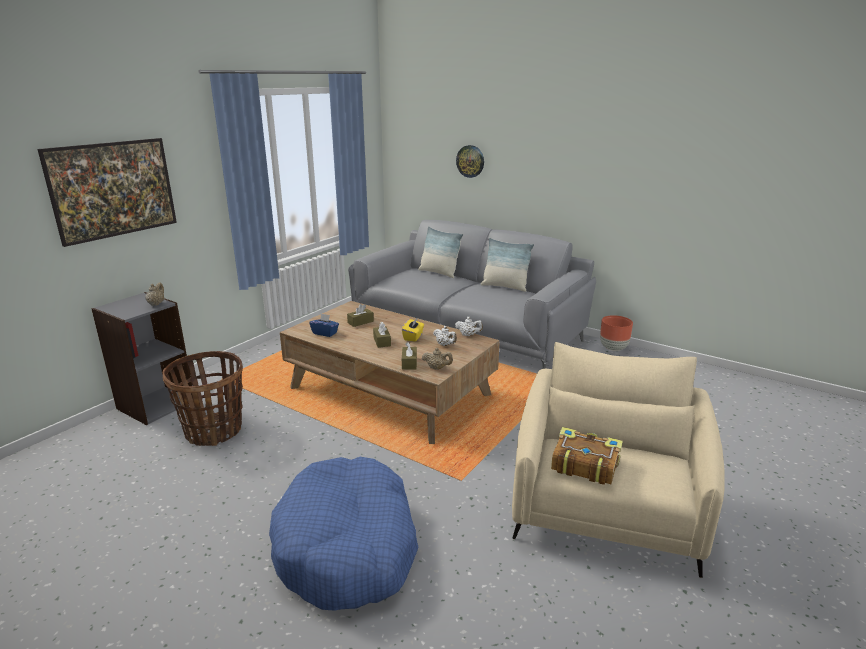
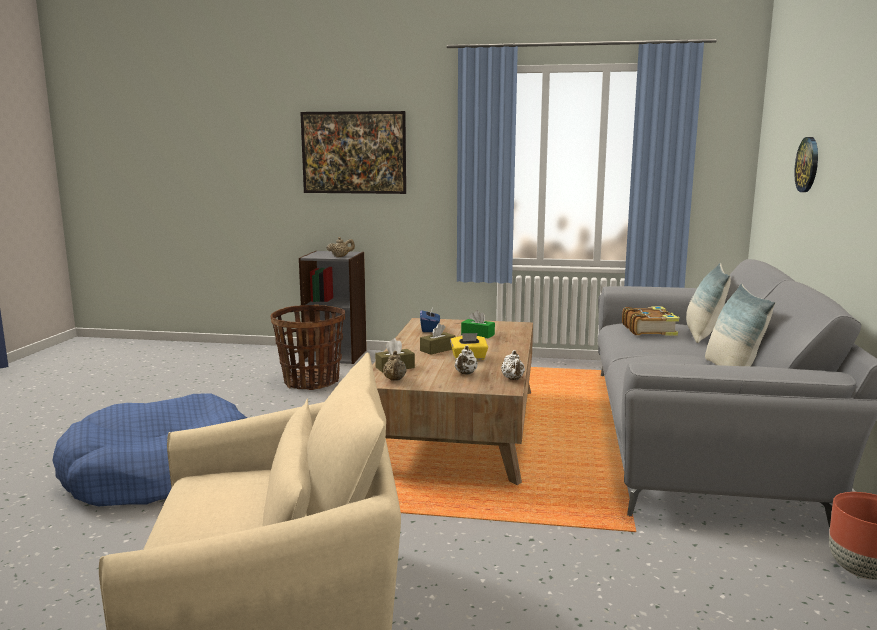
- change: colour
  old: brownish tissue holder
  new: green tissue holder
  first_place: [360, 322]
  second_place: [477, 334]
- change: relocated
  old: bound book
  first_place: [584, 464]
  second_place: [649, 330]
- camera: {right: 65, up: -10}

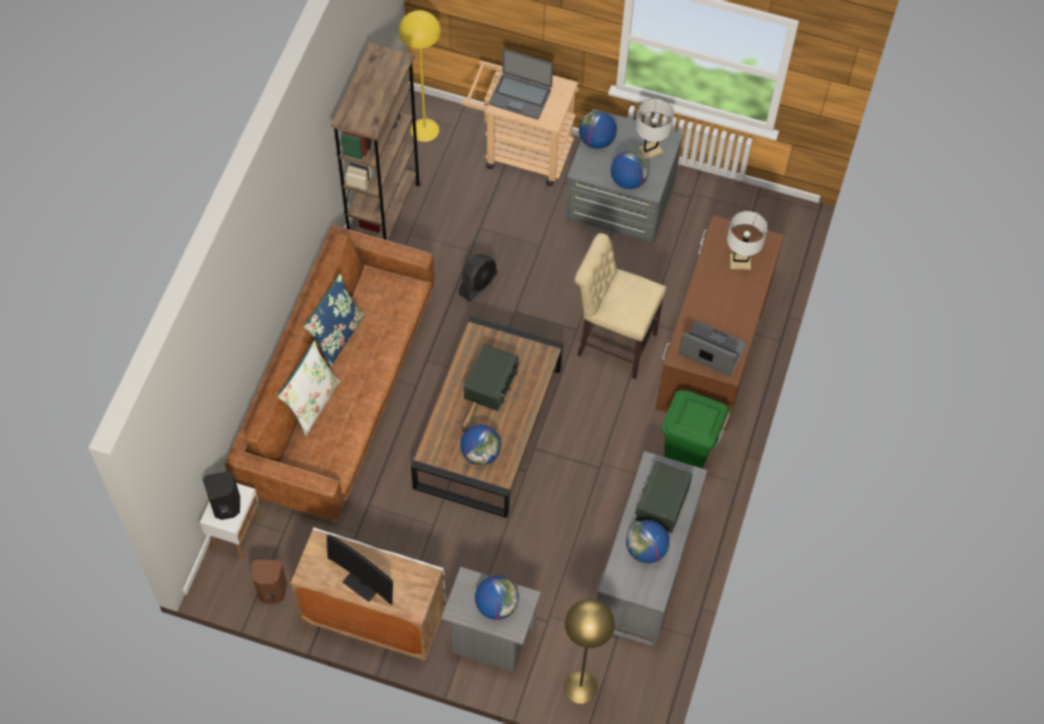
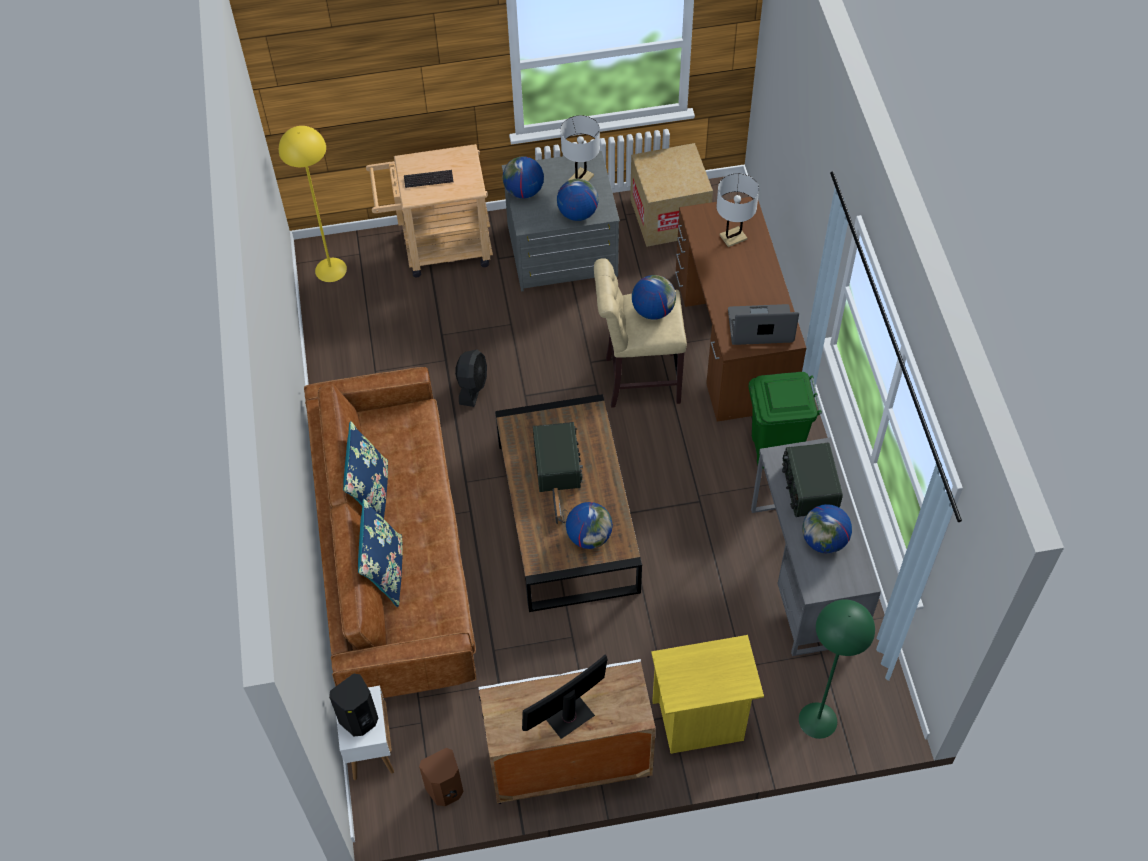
- change: missing
  old: brownish shelving unit
  first_place: [384, 215]
- change: exchanged
  old: laptop
  new: keyboard
  first_place: [520, 96]
  second_place: [428, 179]
- change: colour
  old: white-coloured cushion
  new: blue-coloured cushion
  first_place: [312, 403]
  second_place: [385, 571]
- change: spun
  old: computer display
  first_place: [364, 582]
  second_place: [568, 716]
  degrees: 135
- change: colour
  old: gray night table
  new: yellowish night table
  first_place: [490, 640]
  second_place: [700, 721]
- change: relocated
  old: globe
  first_place: [496, 605]
  second_place: [653, 310]
- change: colour
  old: yellowish standard lamp
  new: green standard lamp
  first_place: [580, 687]
  second_place: [817, 720]
- change: appeared
  new: carton
  second_place: [669, 216]
- camera: {right: -25, up: -5}

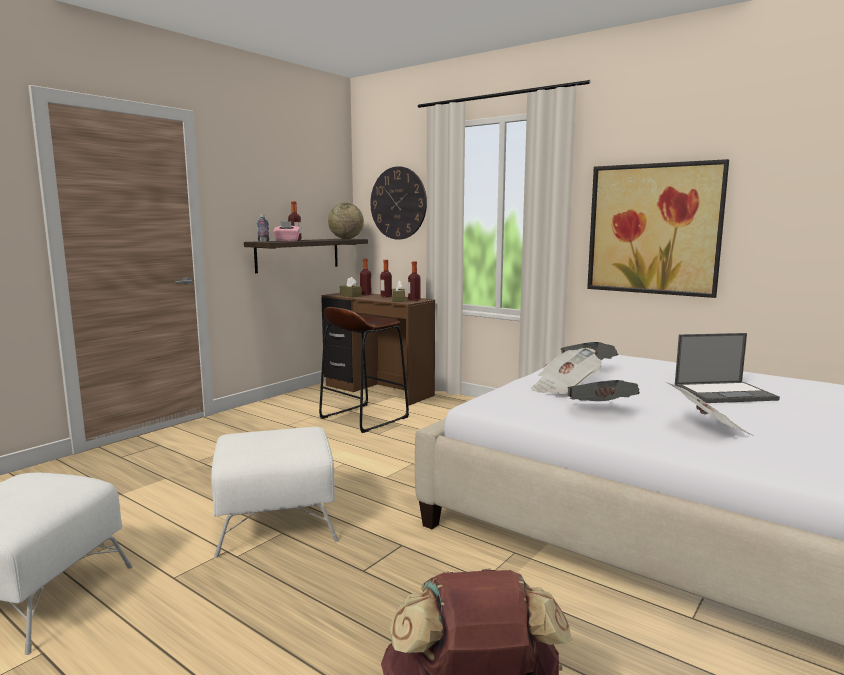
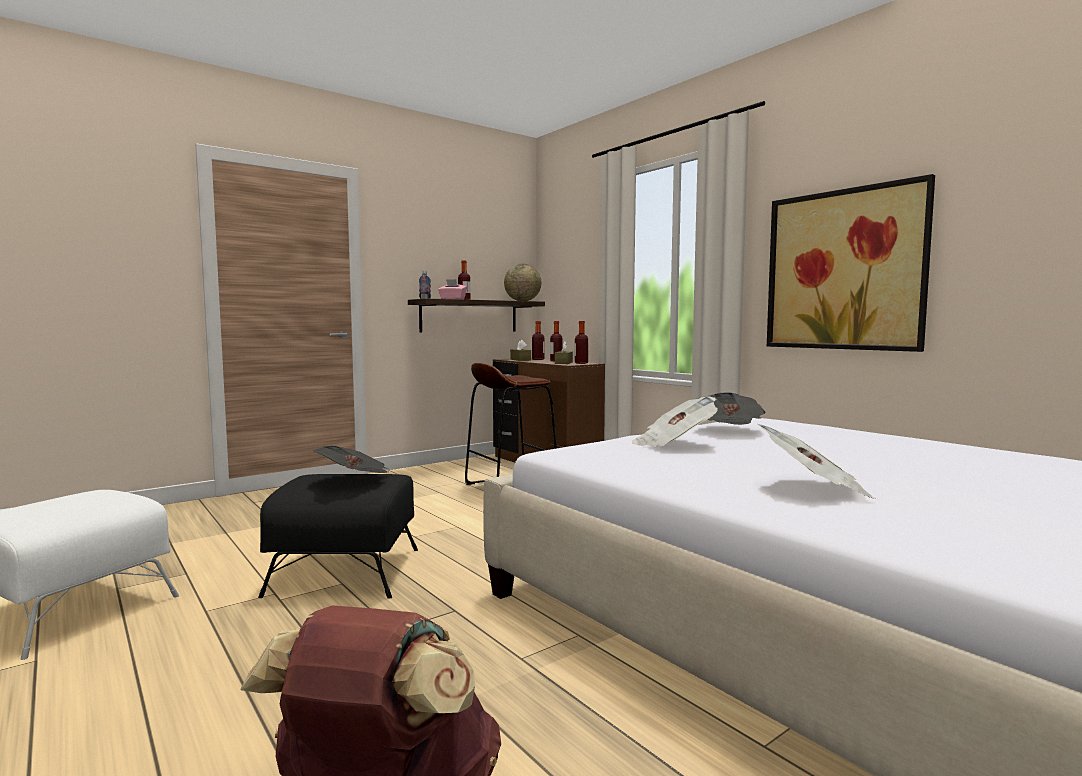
- change: missing
  old: wall clock
  first_place: [398, 203]
- change: missing
  old: laptop
  first_place: [725, 393]
- change: relocated
  old: daily paper
  first_place: [601, 411]
  second_place: [355, 480]
- change: colour
  old: white-coloured footrest
  new: black-coloured footrest
  first_place: [277, 521]
  second_place: [346, 571]
- camera: {right: 15, up: -5}

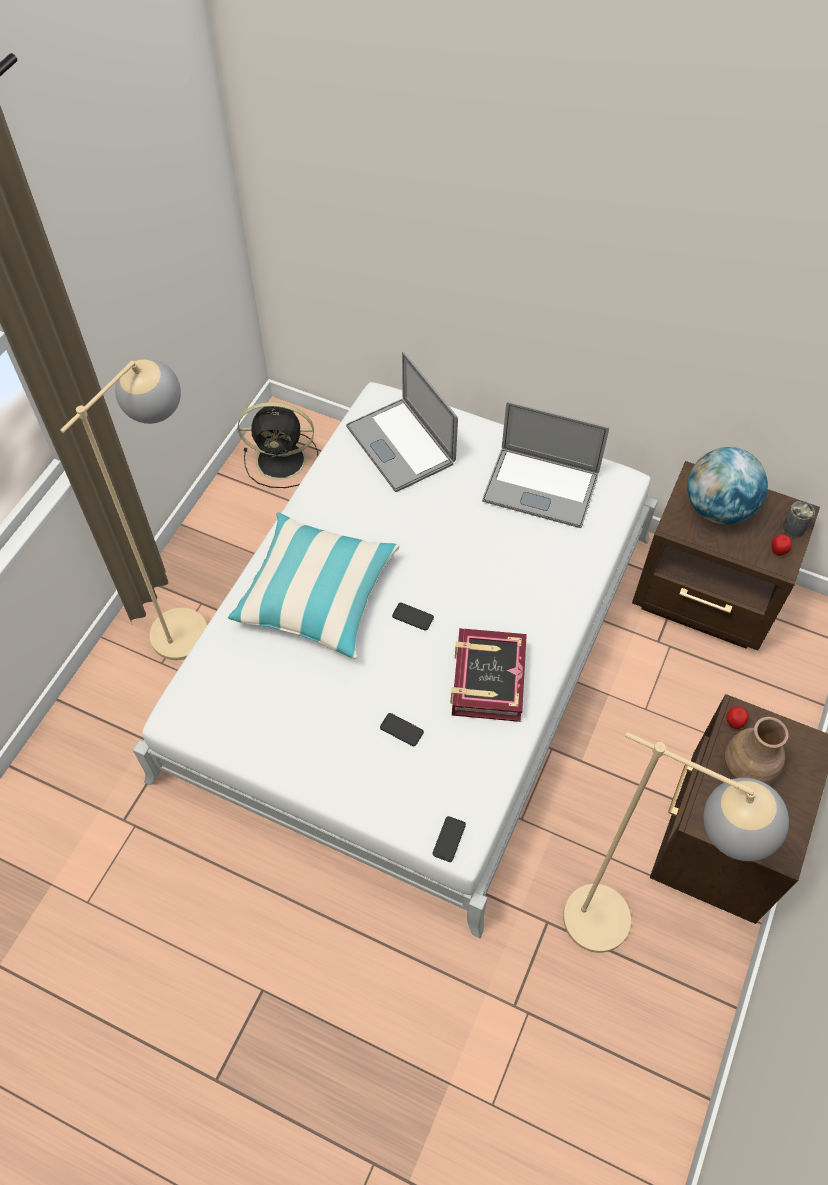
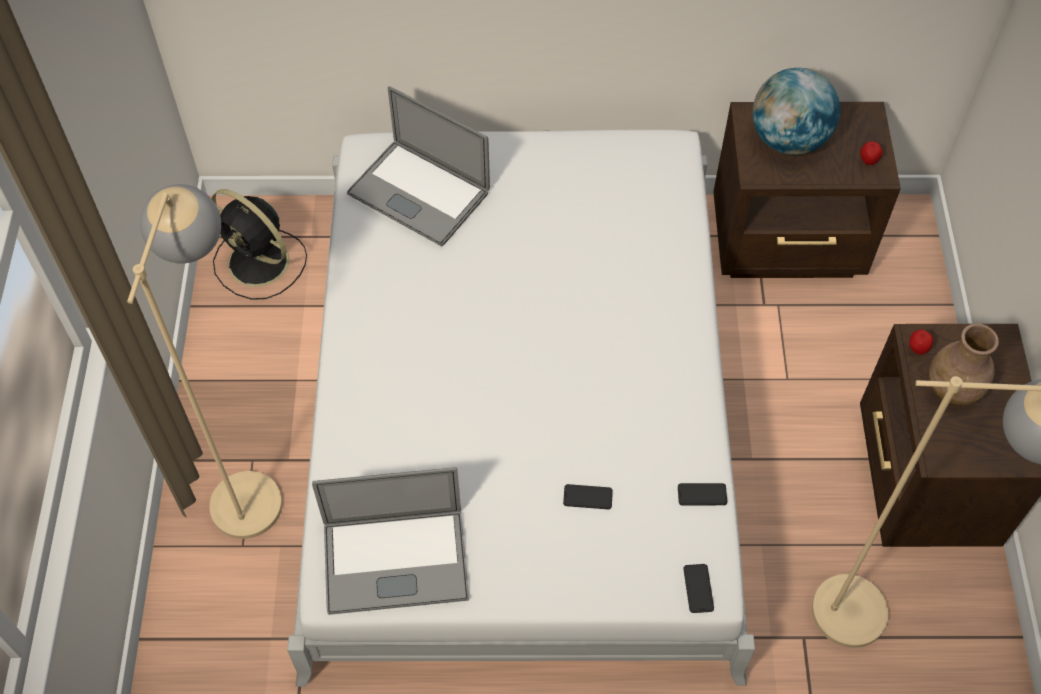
- change: spun
  old: black-coloured cooling fan
  first_place: [283, 460]
  second_place: [260, 263]
  degrees: 60
- change: relocated
  old: laptop
  first_place: [540, 487]
  second_place: [395, 561]
- change: missing
  old: sealed can
  first_place: [793, 528]
- change: missing
  old: cushion
  first_place: [317, 594]
- change: relocated
  old: telephone
  first_place: [413, 617]
  second_place: [702, 494]
- change: missing
  old: bound book
  first_place: [487, 679]
- camera: {right: -25, up: 0}

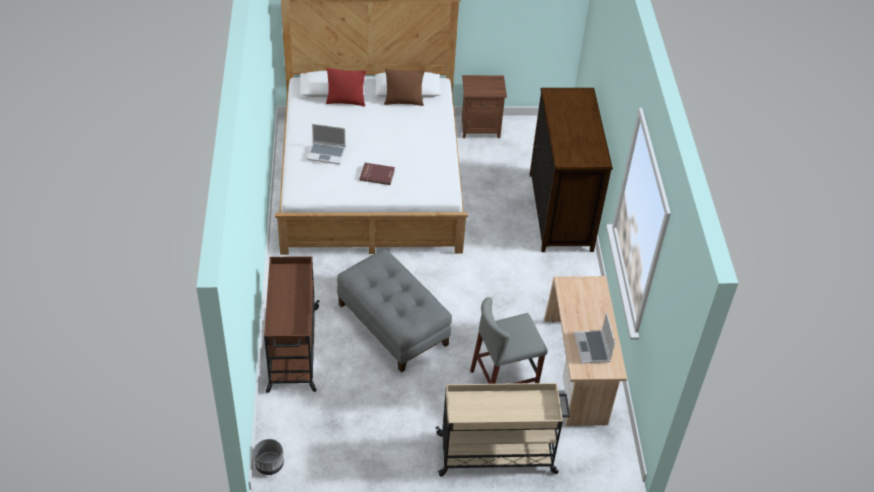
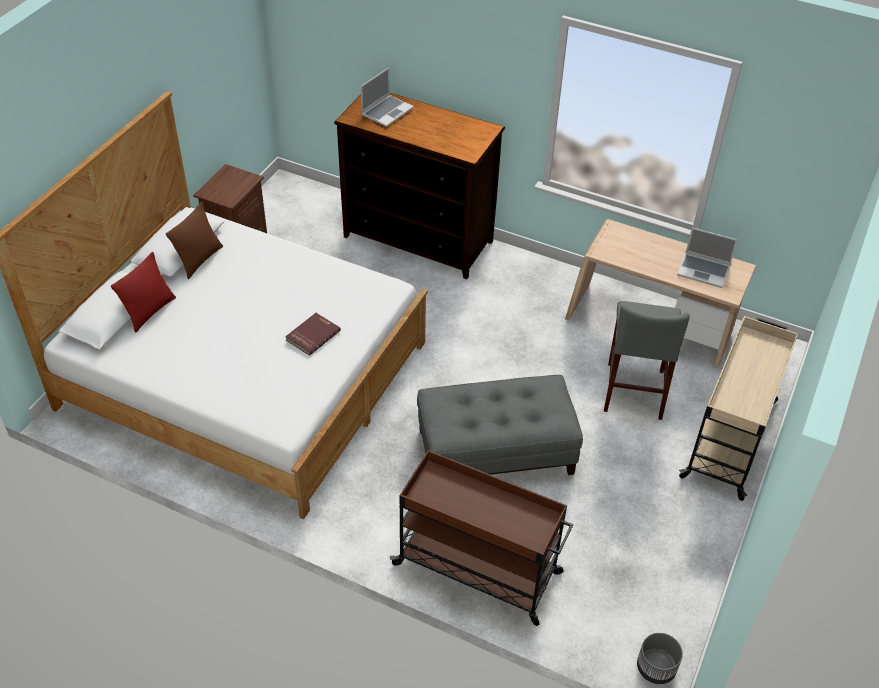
- change: relocated
  old: laptop
  first_place: [327, 154]
  second_place: [387, 111]
- camera: {right: -60, up: 0}

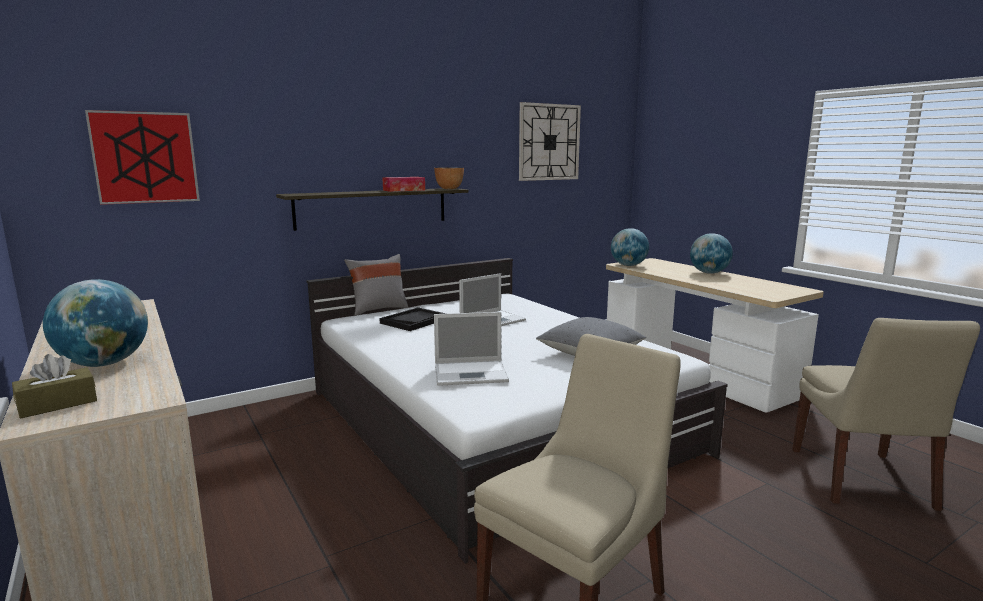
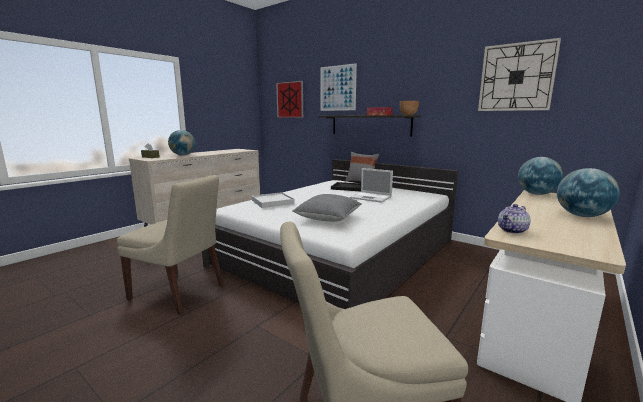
- change: exchanged
  old: laptop
  new: white-coloured tray
  first_place: [472, 373]
  second_place: [272, 202]
- change: appeared
  new: wall picture
  second_place: [337, 88]
- change: appeared
  new: tea pot
  second_place: [512, 230]
- camera: {right: 70, up: 0}

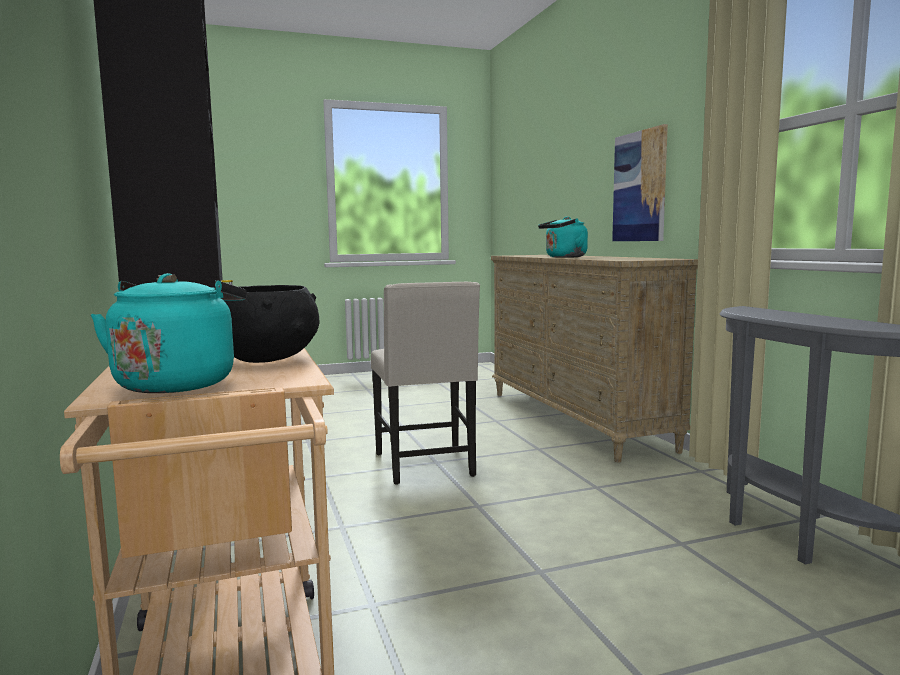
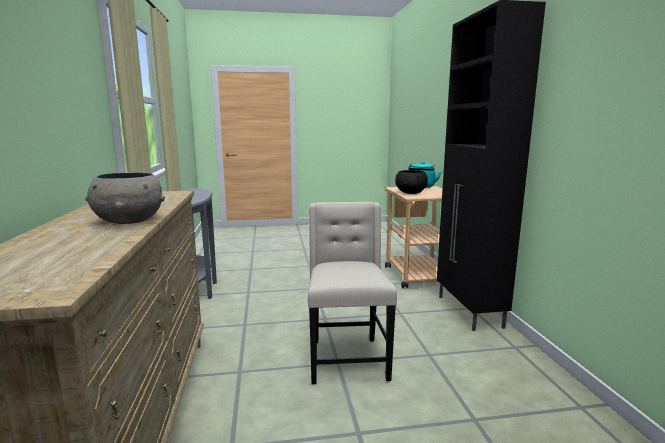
- change: missing
  old: wall picture
  first_place: [640, 187]
- change: exchanged
  old: turquoise water kettle
  new: gray deep dish
  first_place: [564, 257]
  second_place: [129, 221]
- camera: {right: -170, up: 5}

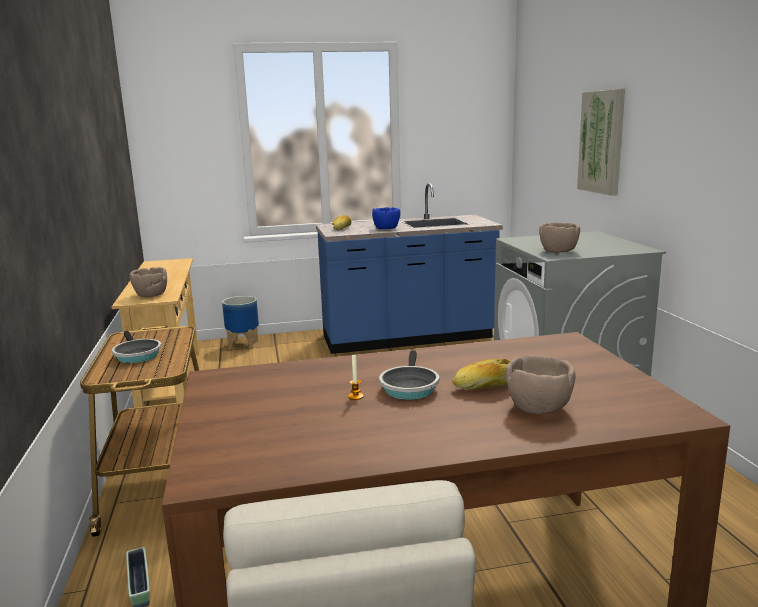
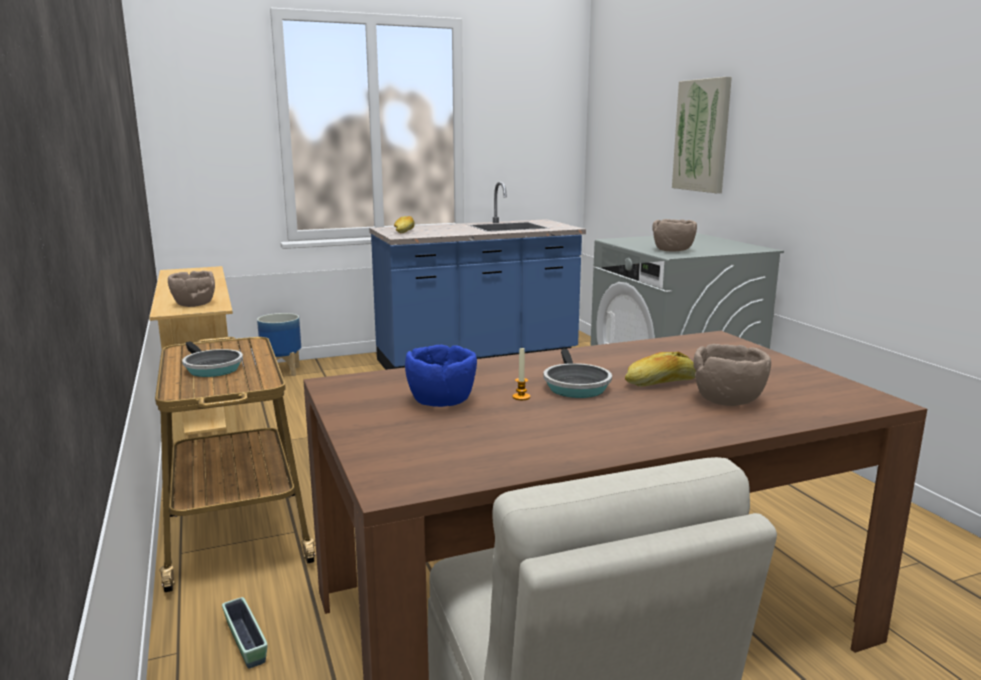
- change: relocated
  old: blue-coloured deep dish
  first_place: [386, 228]
  second_place: [442, 402]
- camera: {right: -10, up: 0}

